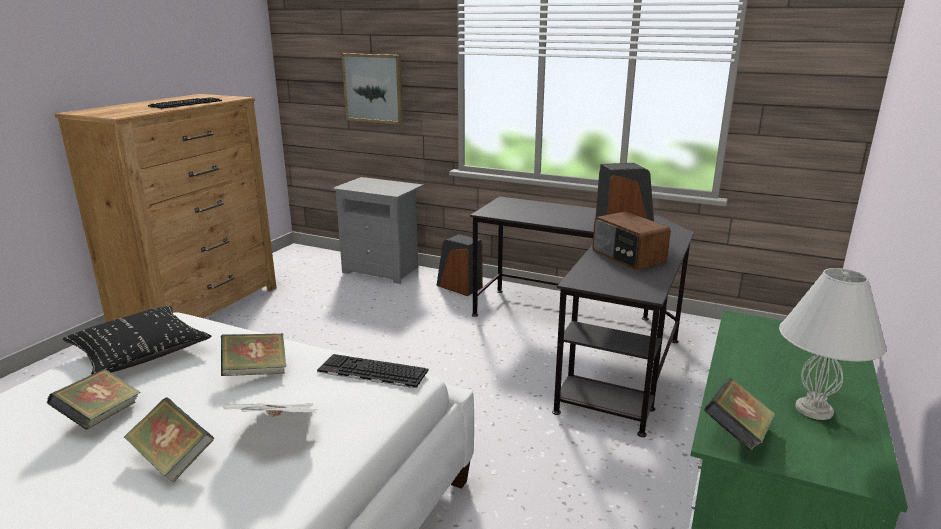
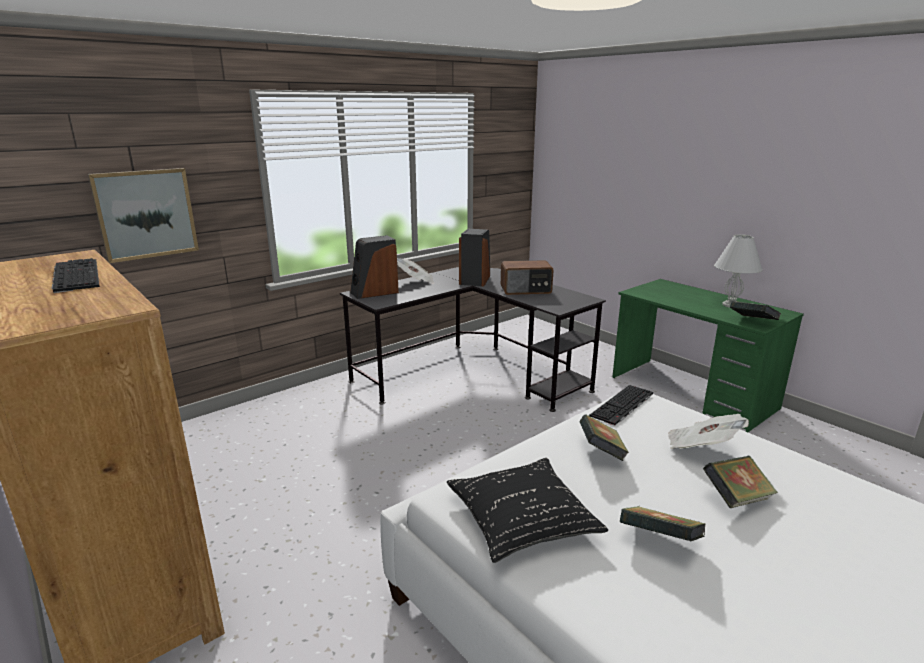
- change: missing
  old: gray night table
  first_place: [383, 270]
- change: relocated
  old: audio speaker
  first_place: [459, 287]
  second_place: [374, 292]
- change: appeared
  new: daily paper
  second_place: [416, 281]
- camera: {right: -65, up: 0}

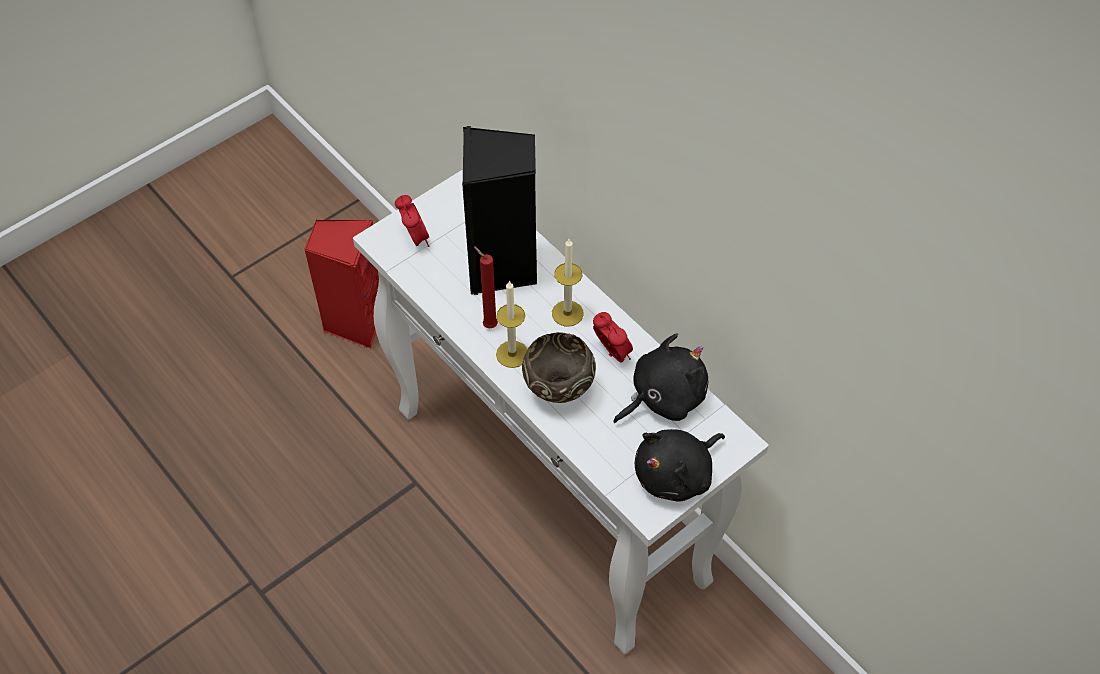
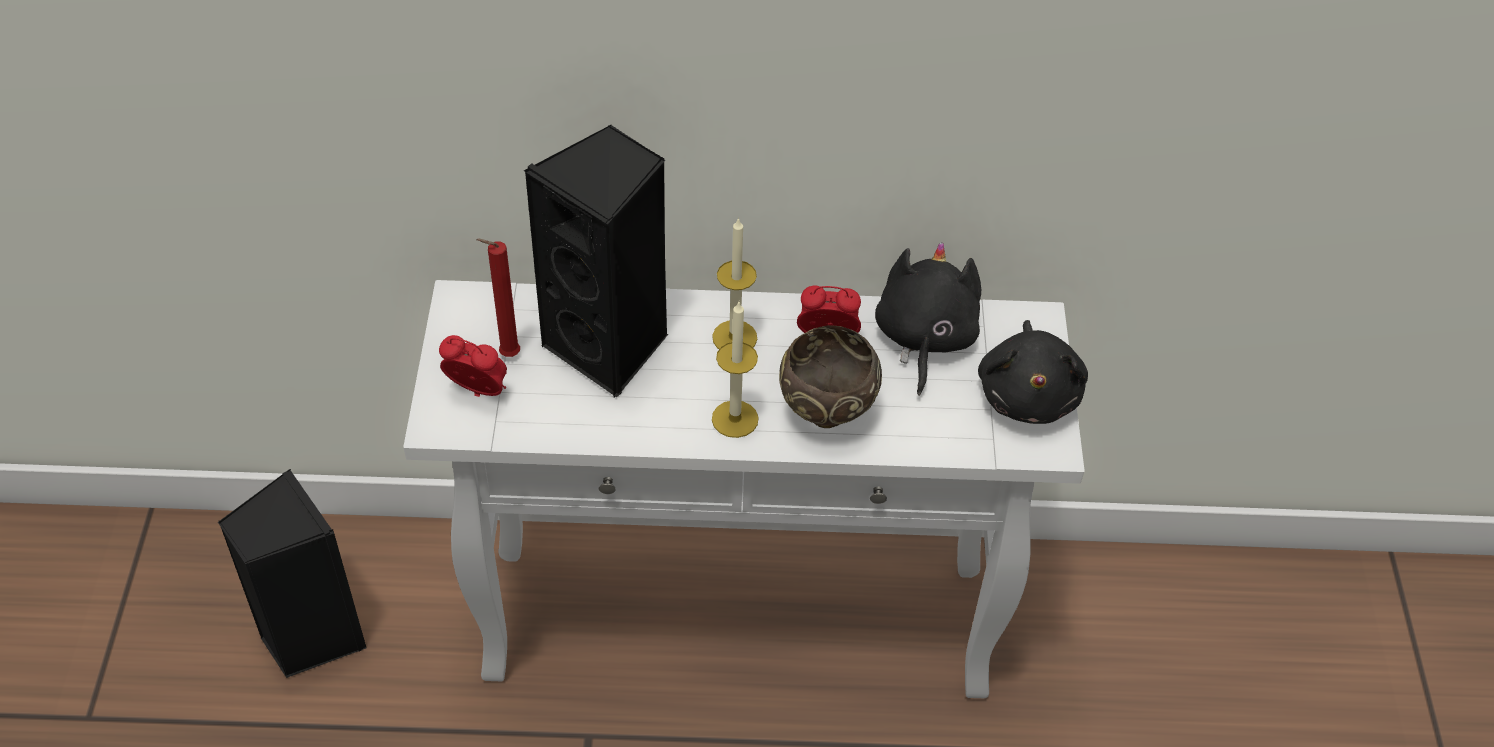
- change: colour
  old: reddish audio speaker
  new: black-coloured audio speaker
  first_place: [354, 321]
  second_place: [311, 637]
- change: relocated
  old: reddish wax candle
  first_place: [488, 325]
  second_place: [506, 355]
- camera: {right: -50, up: -5}

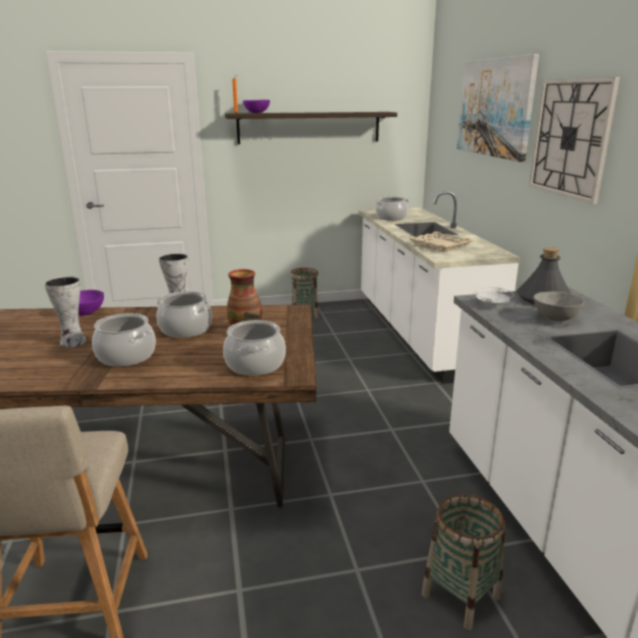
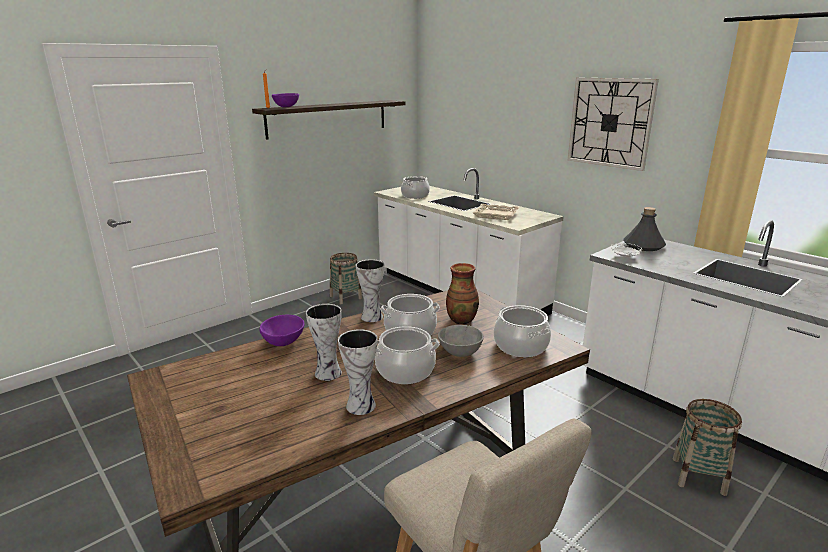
- change: missing
  old: wall picture
  first_place: [494, 107]
- change: relocated
  old: gray deep dish
  first_place: [554, 319]
  second_place: [459, 353]
- change: appeared
  new: vase
  second_place: [361, 405]
- camera: {right: -30, up: 0}

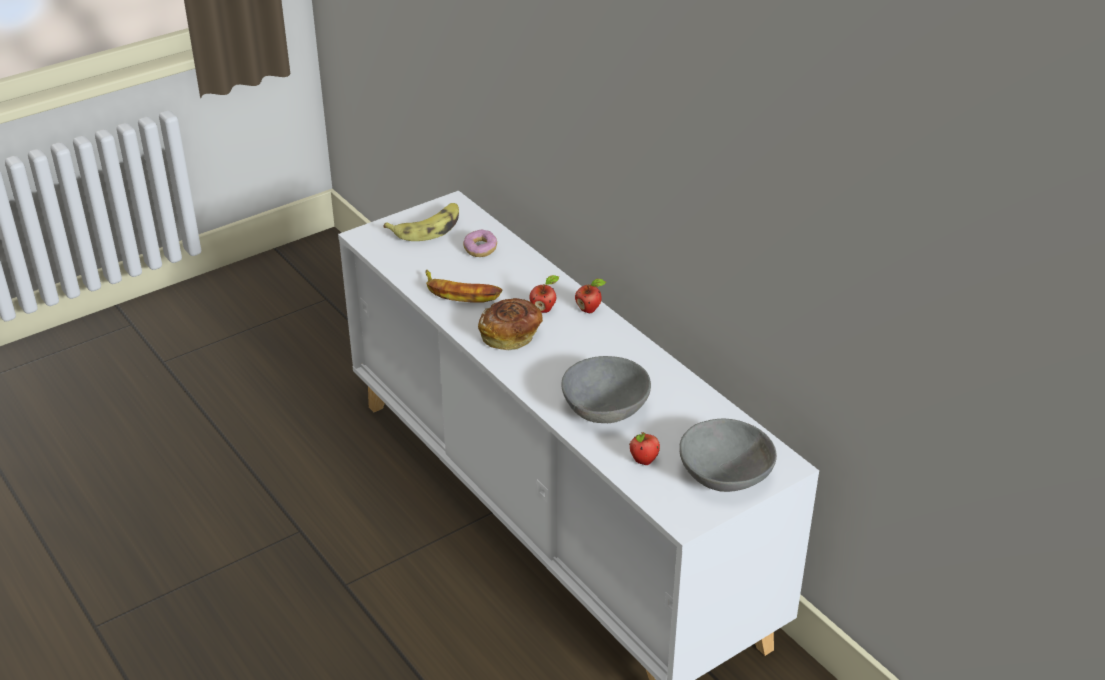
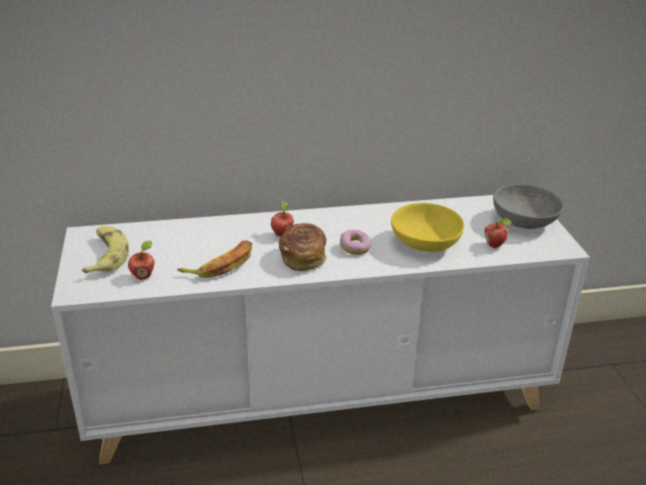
- change: relocated
  old: doughnut
  first_place: [480, 250]
  second_place: [355, 248]
- change: relocated
  old: whole apple
  first_place: [589, 310]
  second_place: [143, 276]
- change: colour
  old: gray deep dish
  new: yellowish deep dish
  first_place: [604, 408]
  second_place: [424, 243]
- camera: {right: -65, up: -5}

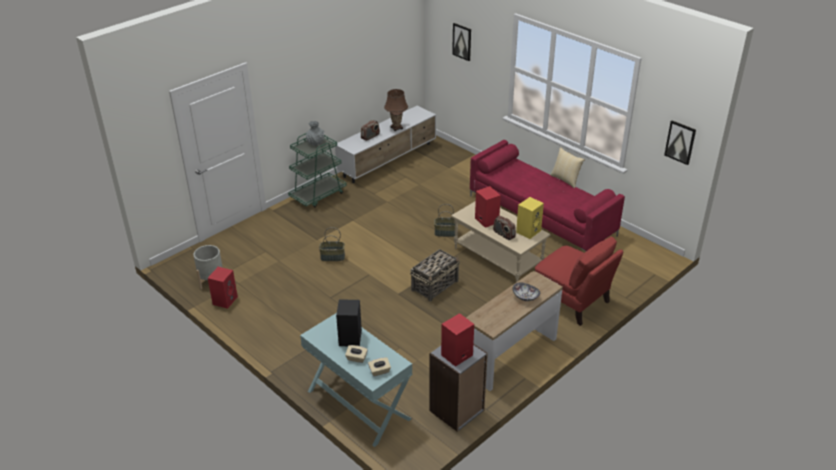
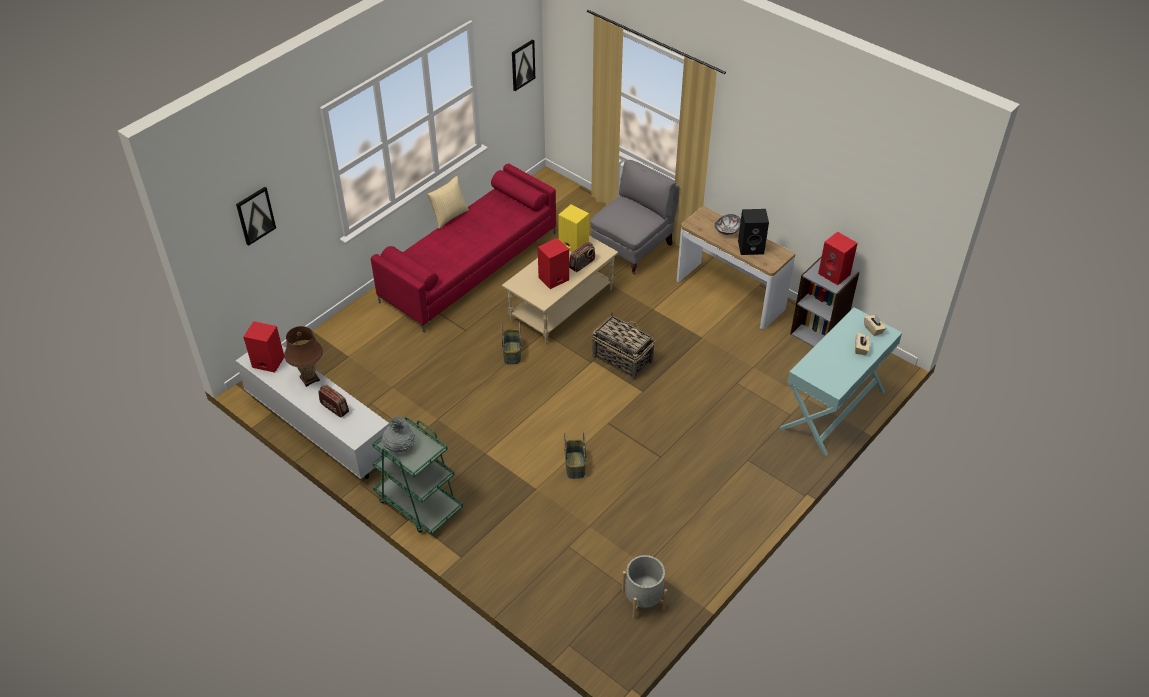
- change: colour
  old: reddish easy chair
  new: gray easy chair
  first_place: [572, 301]
  second_place: [633, 247]
- change: relocated
  old: reddish audio speaker
  first_place: [225, 300]
  second_place: [267, 362]
- change: relocated
  old: black-coloured audio speaker
  first_place: [350, 338]
  second_place: [751, 247]
- camera: {right: -95, up: 10}

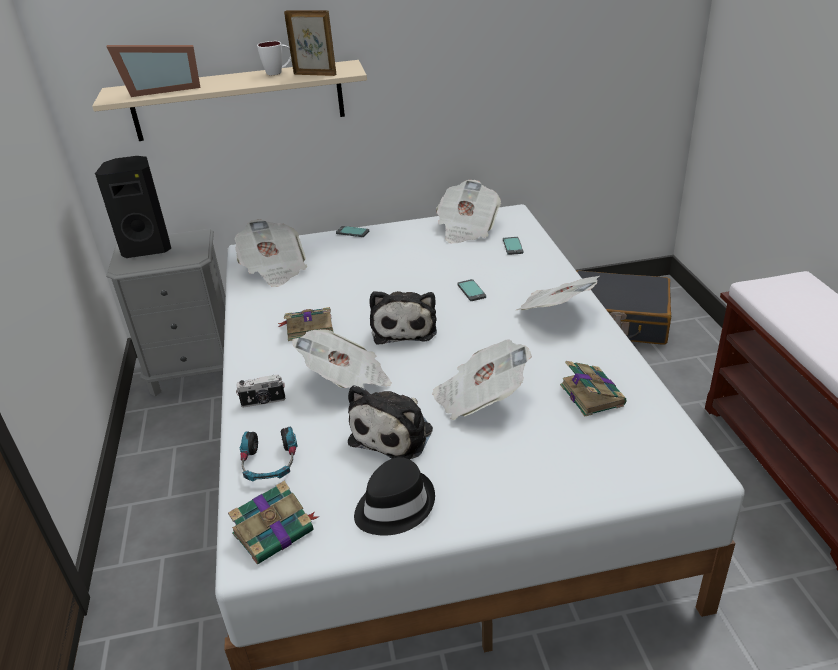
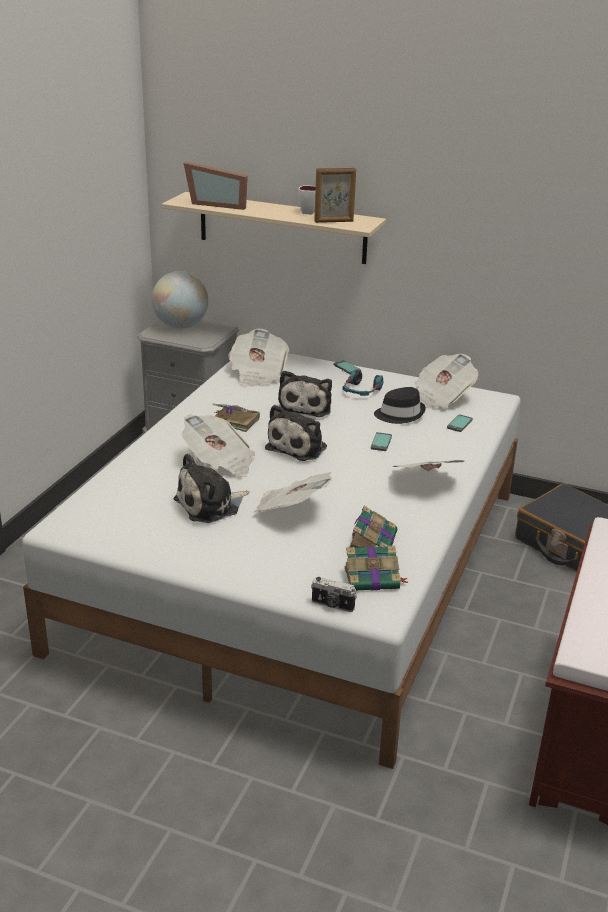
- change: spun
  old: standing frame
  first_place: [315, 74]
  second_place: [334, 221]
  degrees: 120
- change: exchanged
  old: black-coloured audio speaker
  new: globe
  first_place: [148, 248]
  second_place: [181, 326]
- change: relocated
  old: photo camera
  first_place: [263, 402]
  second_place: [332, 605]
- change: relocated
  old: headset
  first_place: [270, 463]
  second_place: [361, 391]
- change: relocated
  old: black-coloured hat
  first_place: [394, 505]
  second_place: [399, 414]
- change: relocated
  old: bound book
  first_place: [275, 531]
  second_place: [373, 578]
- change: appeared
  new: soft toy
  second_place: [306, 406]
- camera: {right: 30, up: -5}

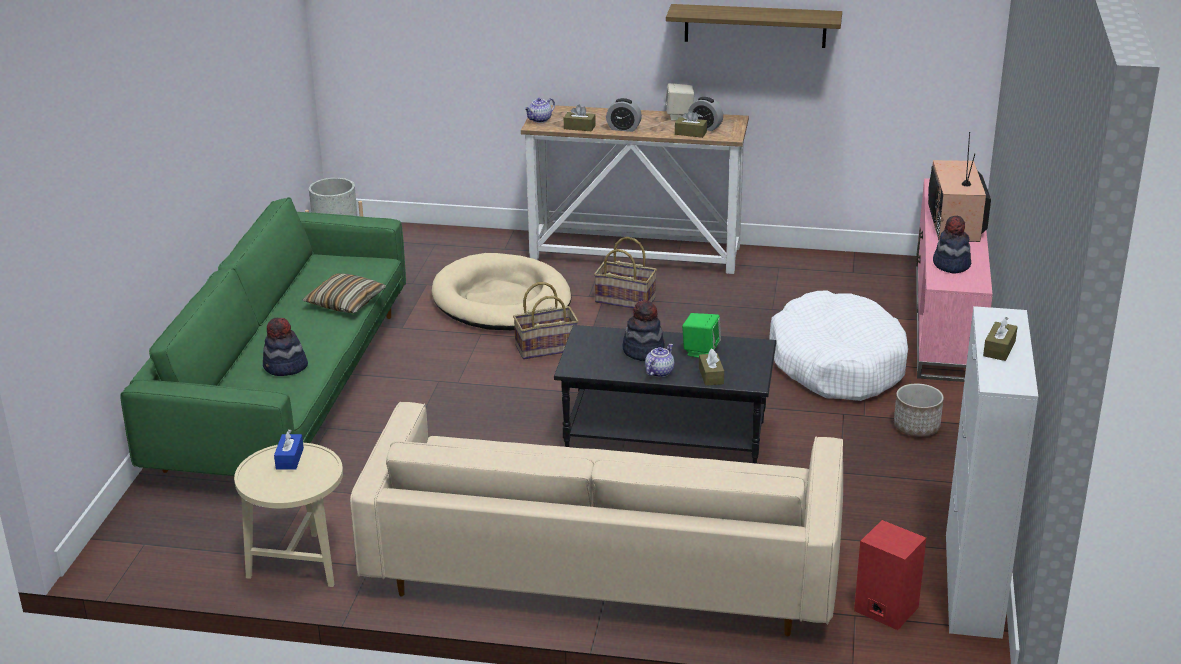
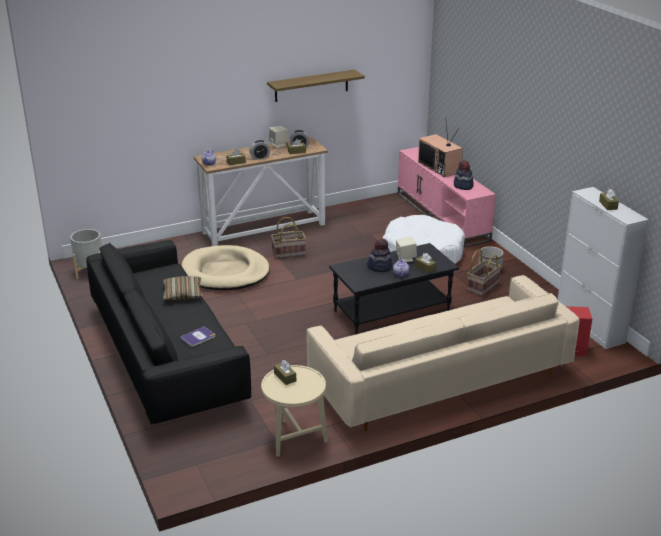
- change: colour
  old: green sofa
  new: black-coloured sofa
  first_place: [287, 388]
  second_place: [167, 355]
- change: relocated
  old: household basket
  first_place: [546, 347]
  second_place: [482, 286]
- change: colour
  old: green audio speaker
  new: sand-coloured audio speaker
  first_place: [701, 351]
  second_place: [405, 258]
- change: exchanged
  old: hat
  new: bound book
  first_place: [285, 367]
  second_place: [198, 337]
- change: colour
  old: blue-coloured tissue holder
  new: brownish tissue holder
  first_place: [289, 458]
  second_place: [285, 377]
- camera: {right: -35, up: 0}

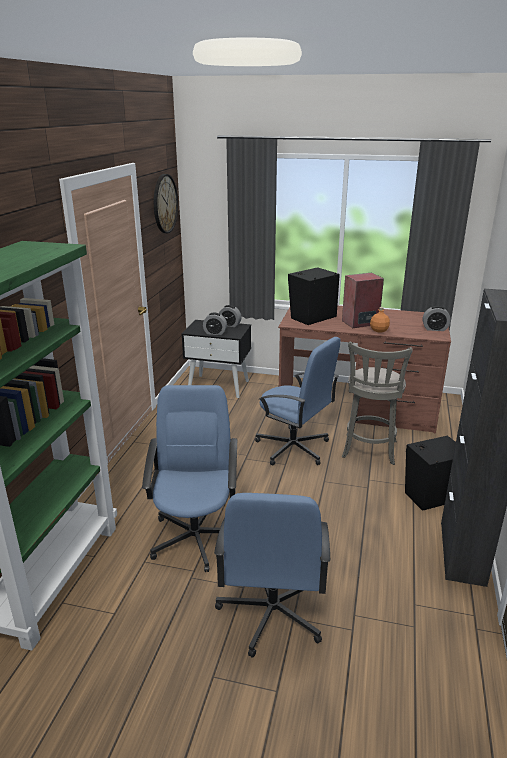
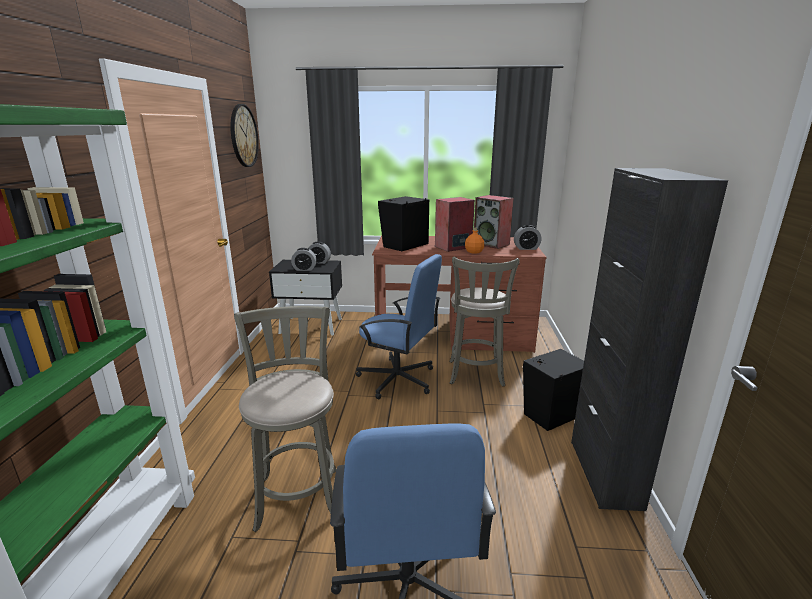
- change: exchanged
  old: blue-coloured computer chair
  new: gray stool seat
  first_place: [196, 537]
  second_place: [298, 494]
- change: appeared
  new: audio speaker
  second_place: [492, 244]
- camera: {right: -10, up: -5}

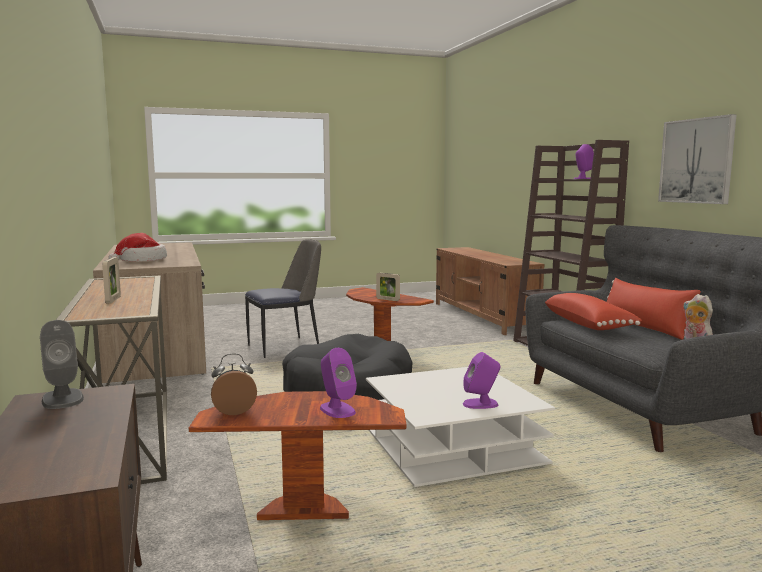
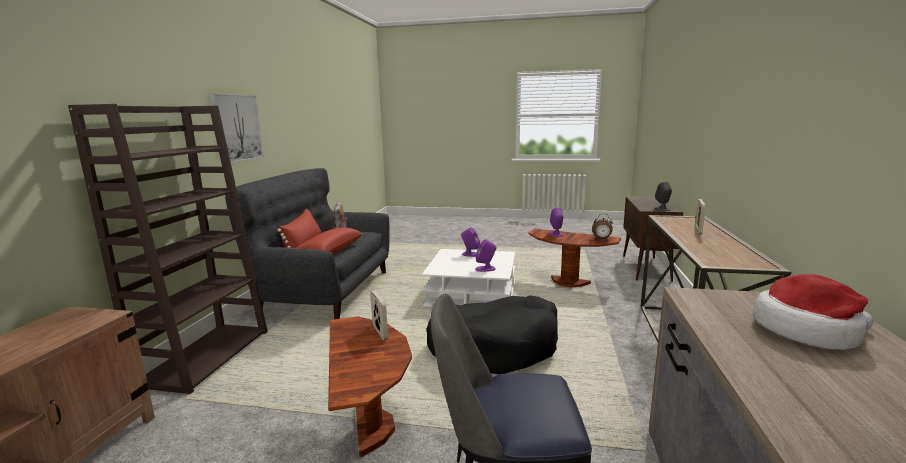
- change: relocated
  old: purple-coloured audio speaker
  first_place: [583, 178]
  second_place: [485, 269]
- camera: {right: -150, up: 5}

